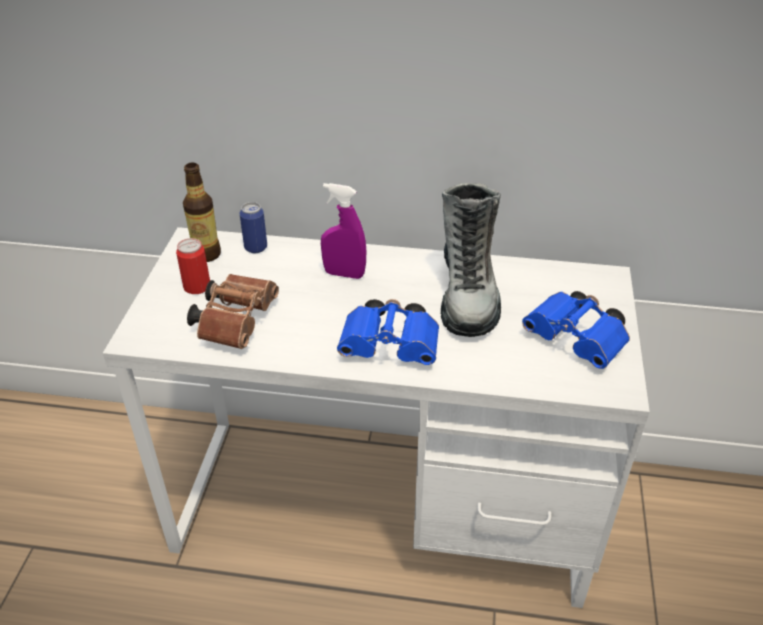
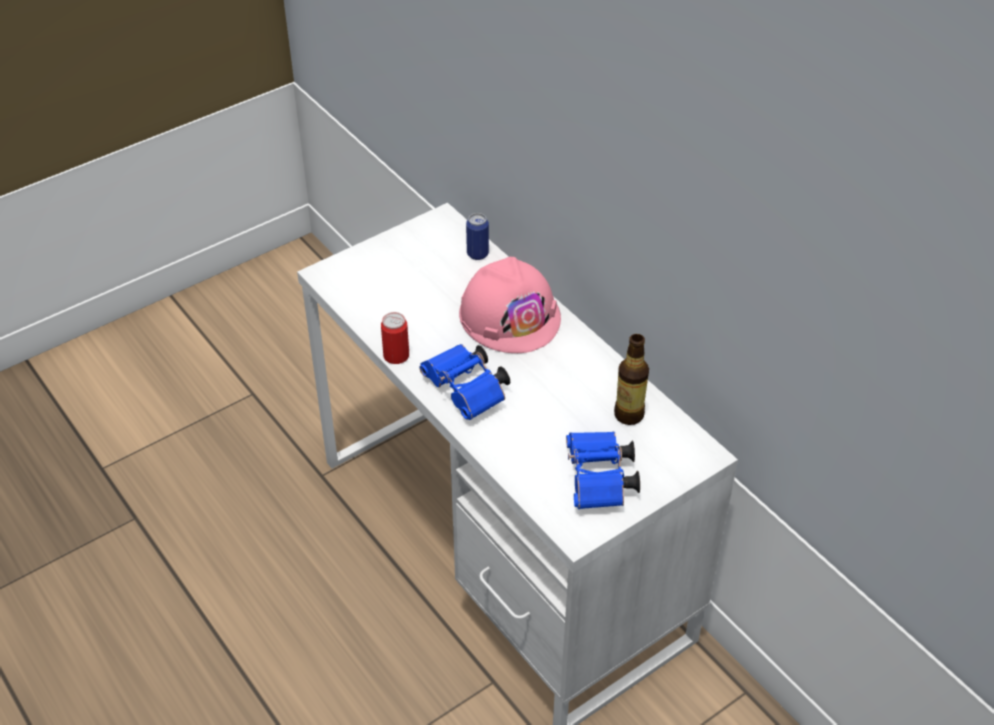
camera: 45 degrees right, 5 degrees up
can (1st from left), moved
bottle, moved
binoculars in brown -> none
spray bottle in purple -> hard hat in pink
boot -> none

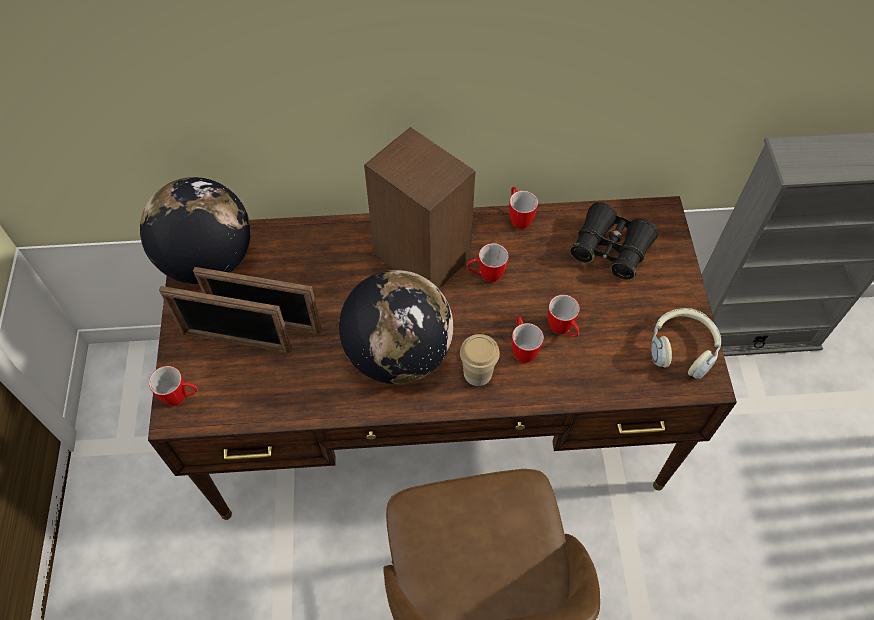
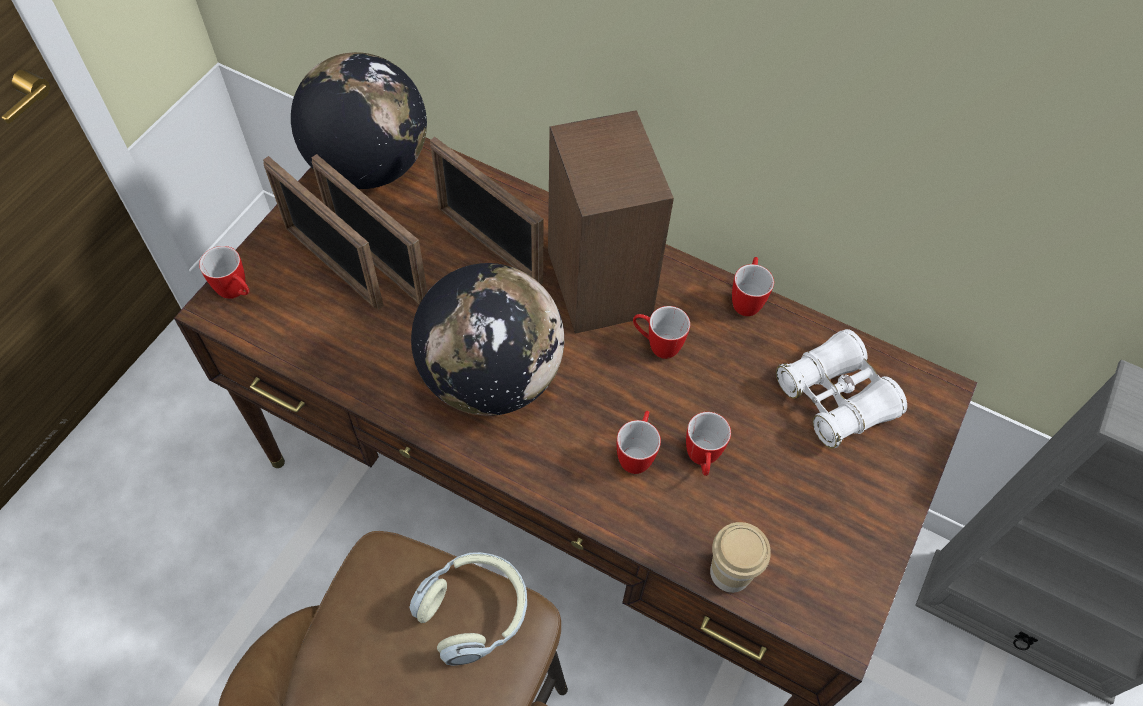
camera: 30 degrees right, 0 degrees up
cup, moved
binoculars in black -> binoculars in white
headphones, moved
none -> picture frame (3rd from left)

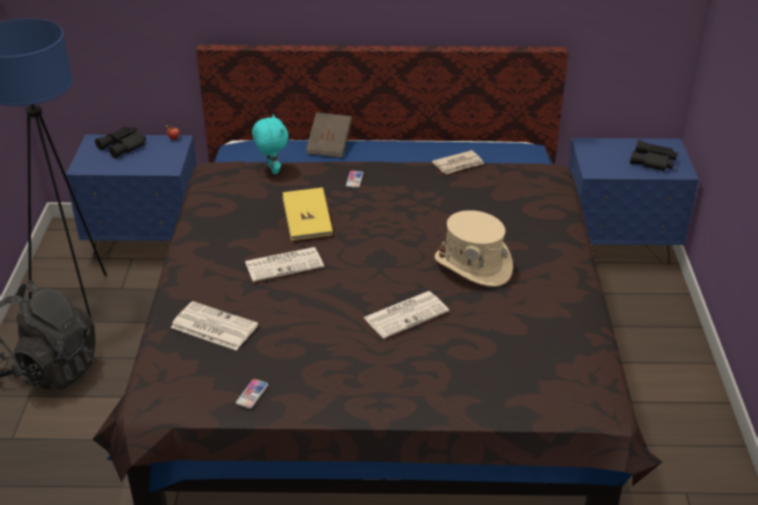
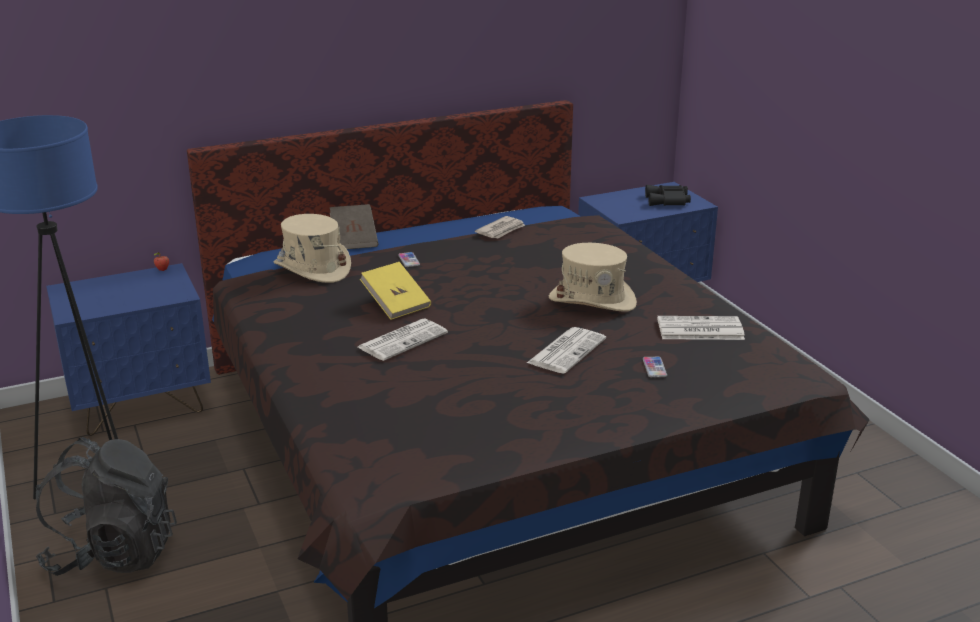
camera: 25 degrees left, 10 degrees down
binoculars in black (1st from left) -> none
newspaper (1st from left in the first image) -> newspaper (4th from left), moved
phone (1st from left in the first image) -> phone (2nd from left), moved
plush toy in turquoise -> hat in beige (1st from left)

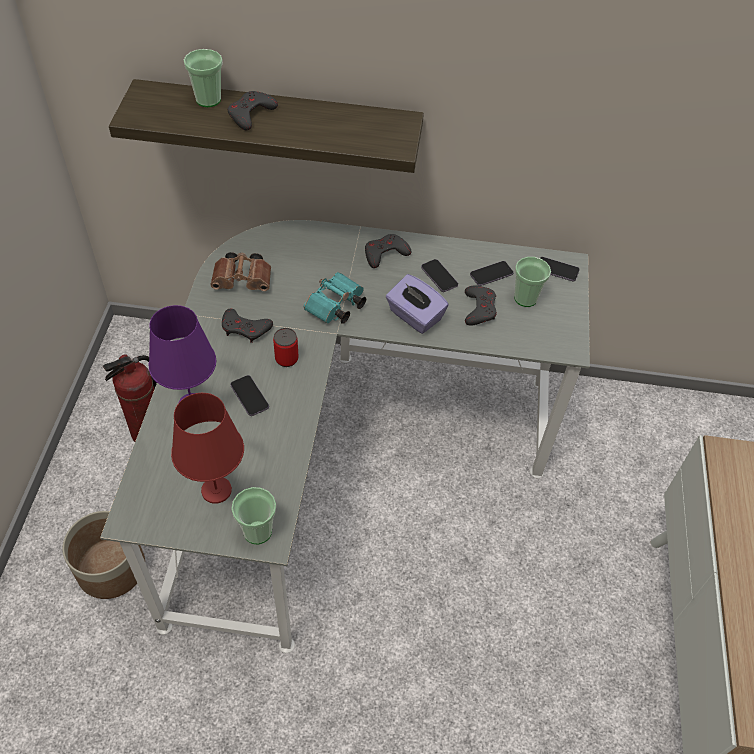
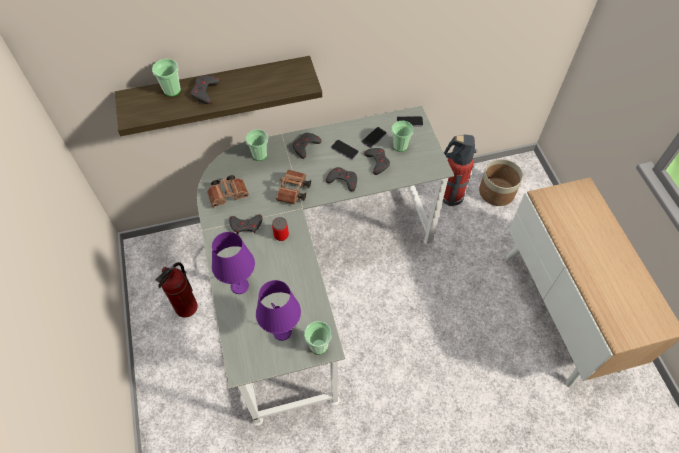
camera: 20 degrees left, 5 degrees up
planter, moved
table lamp in red -> table lamp in purple (2nd from left)
phone (1st from left) -> none
binoculars in turquoise -> binoculars in brown (2nd from left)
tissue box in purple -> game controller in grey (4th from left)
none -> cup (2nd from left)
none -> fire extinguisher (2nd from left)

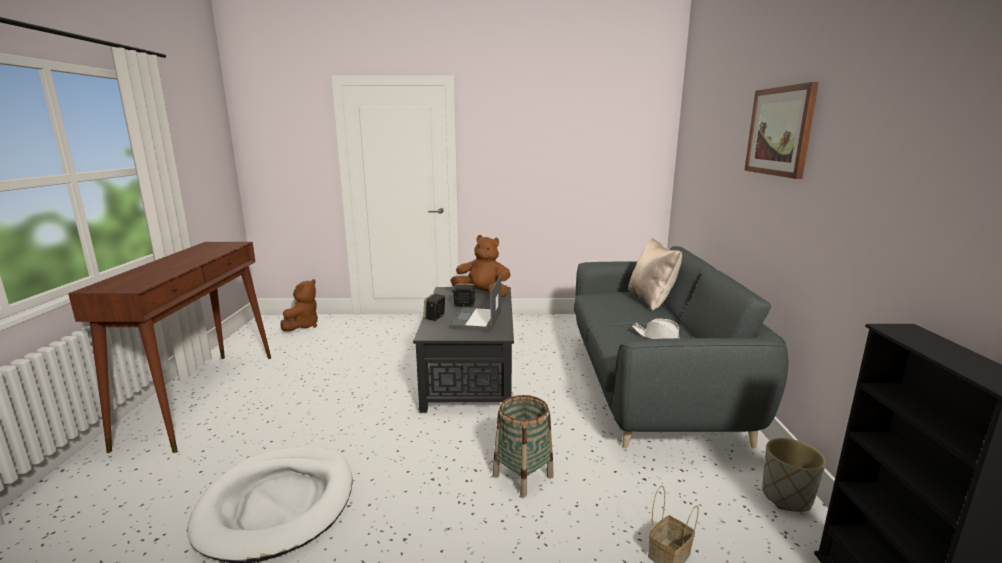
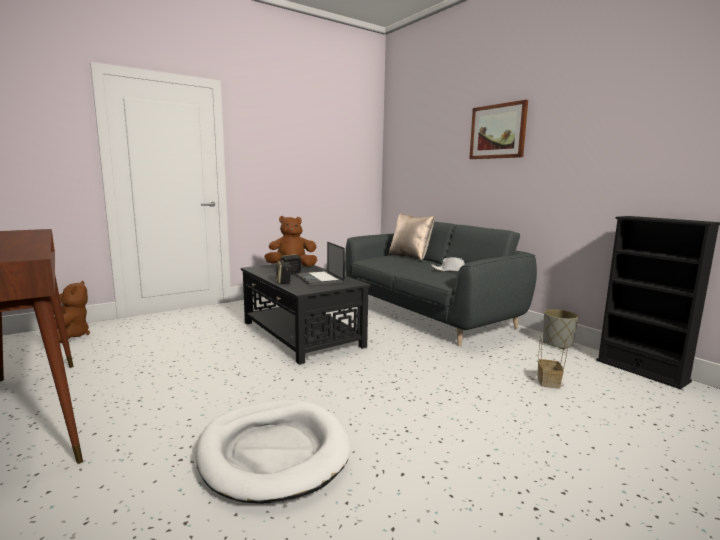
camera: 35 degrees left, 5 degrees down
basket (1st from left) -> none

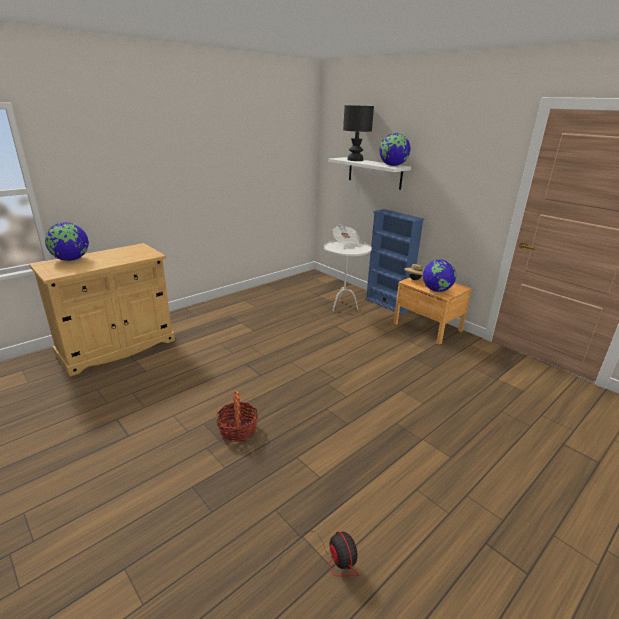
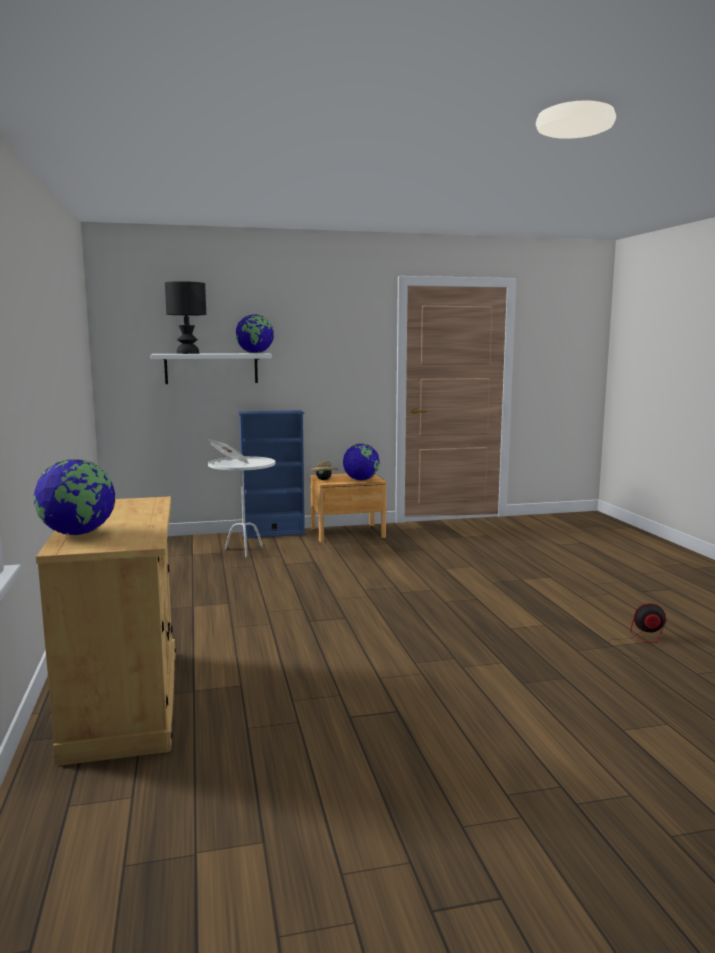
camera: 60 degrees left, 15 degrees down
basket -> none

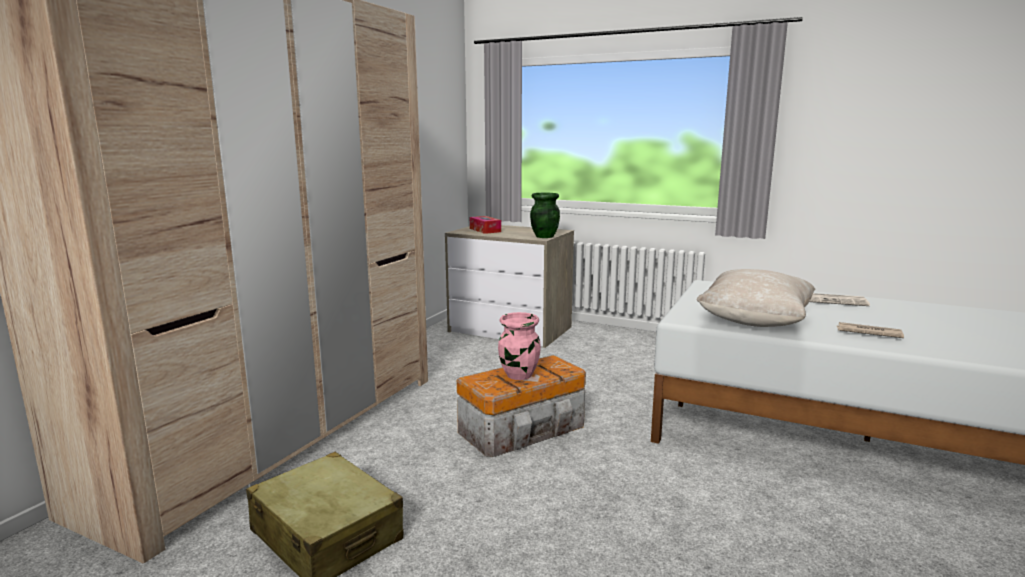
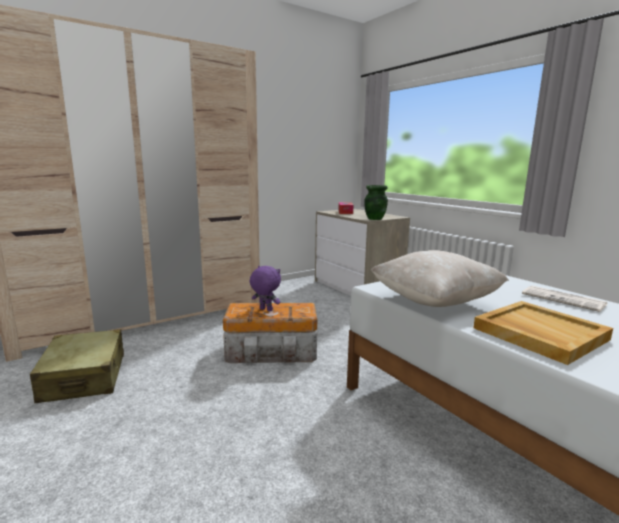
camera: 30 degrees right, 0 degrees up
vase in pink -> plush toy in purple
newspaper (2nd from left) -> tray in beige

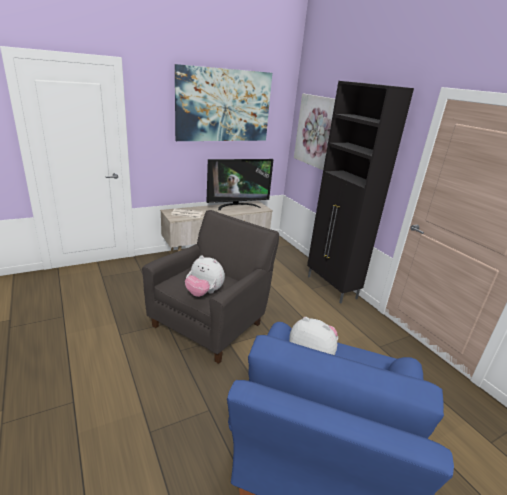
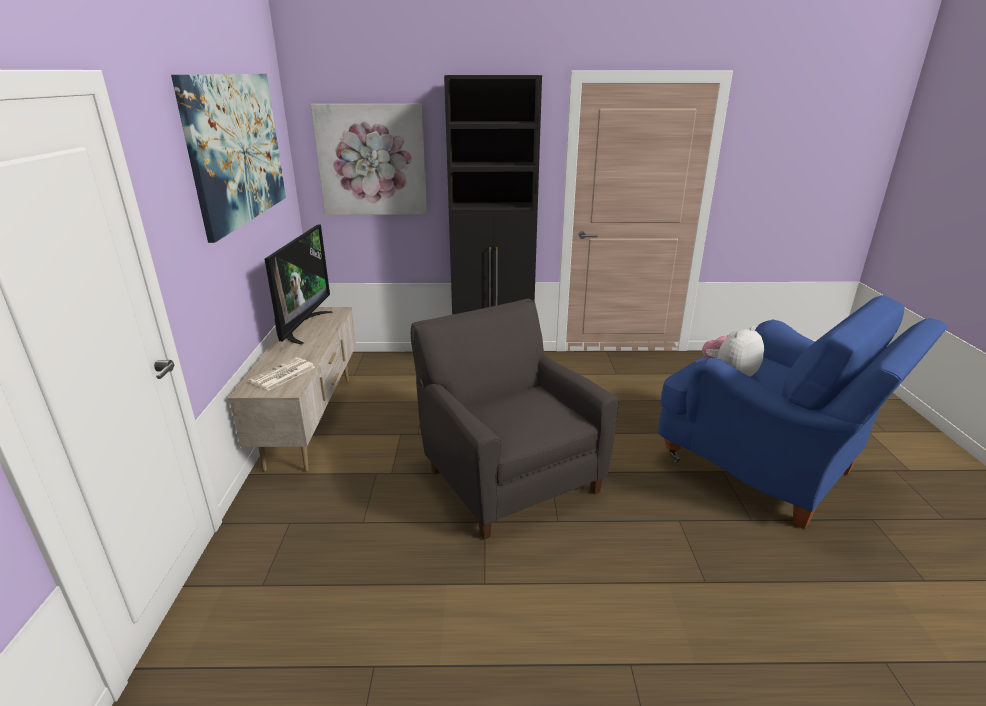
camera: 60 degrees left, 0 degrees up
plush toy (1st from left) -> none

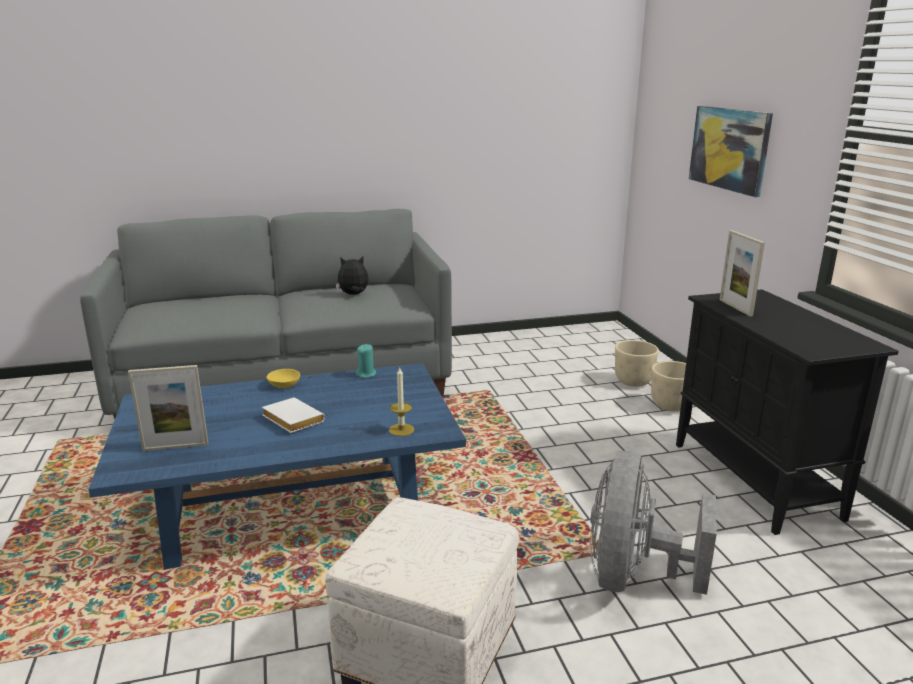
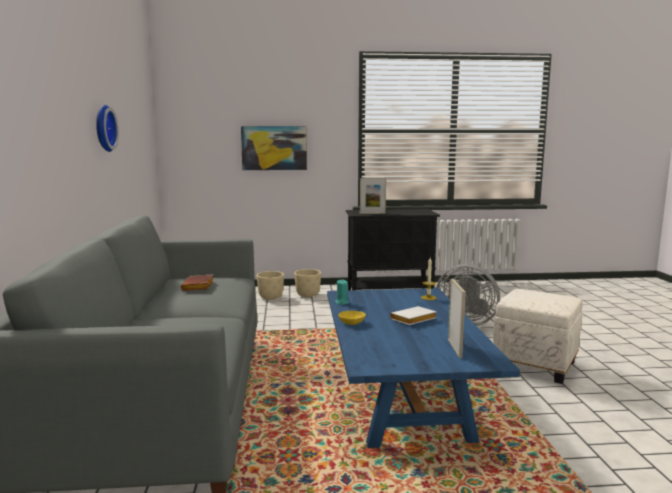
camera: 80 degrees left, 10 degrees down
plush toy -> book in brown
none -> wall clock

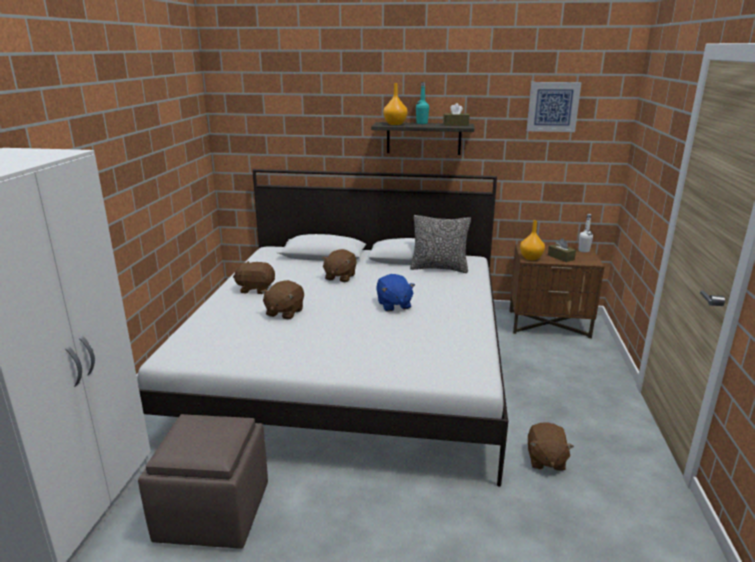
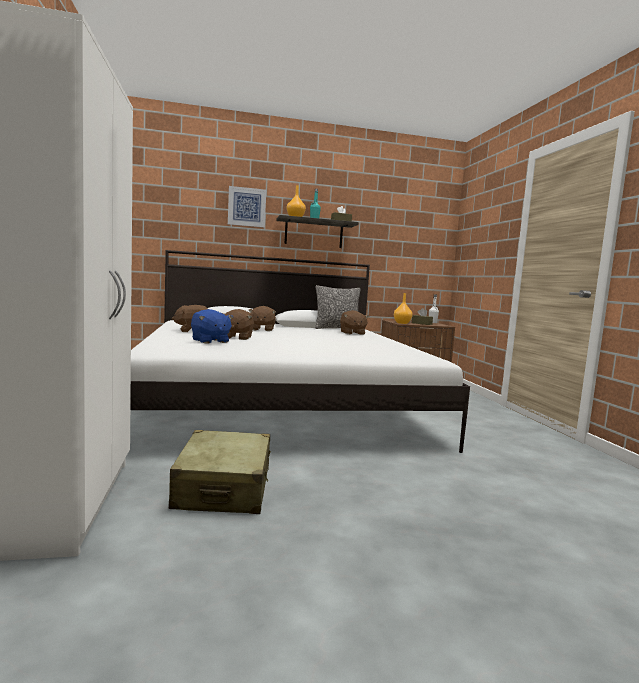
camera: 20 degrees left, 15 degrees down
ottoman in brown -> suitcase in beige
plush toy in blue, moved
picture, moved
plush toy in brown (4th from left), moved

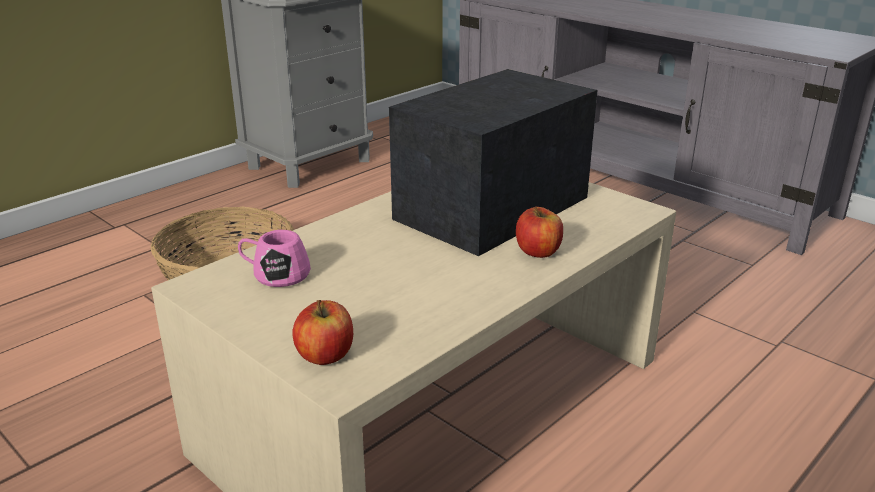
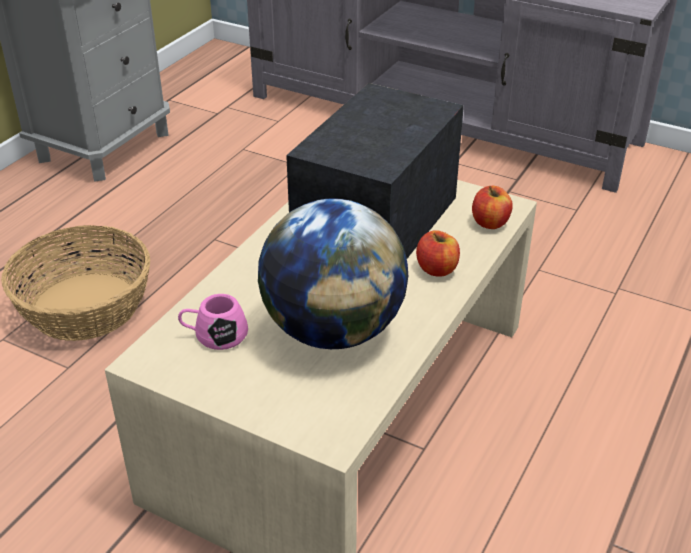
camera: 15 degrees left, 10 degrees up
apple (1st from left in the first image) -> apple (2nd from left), moved
none -> globe

